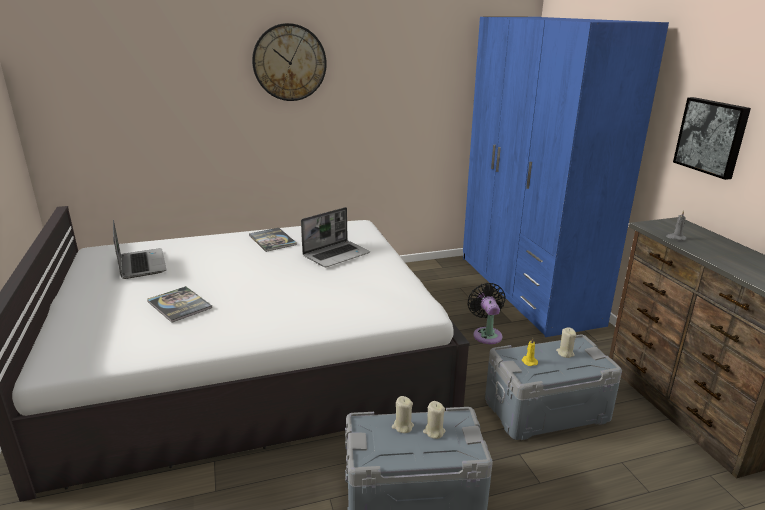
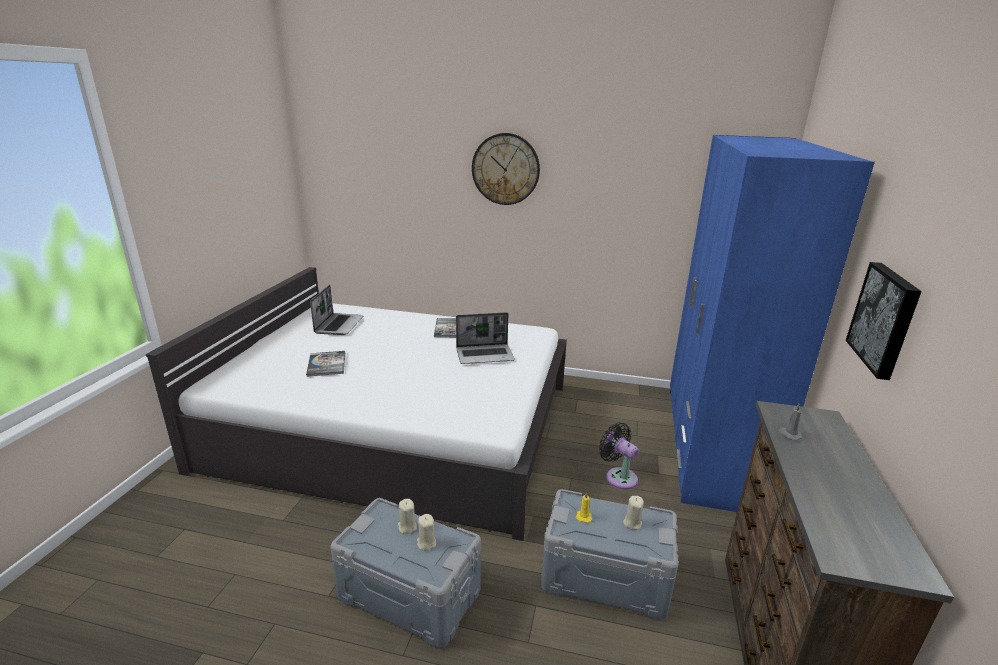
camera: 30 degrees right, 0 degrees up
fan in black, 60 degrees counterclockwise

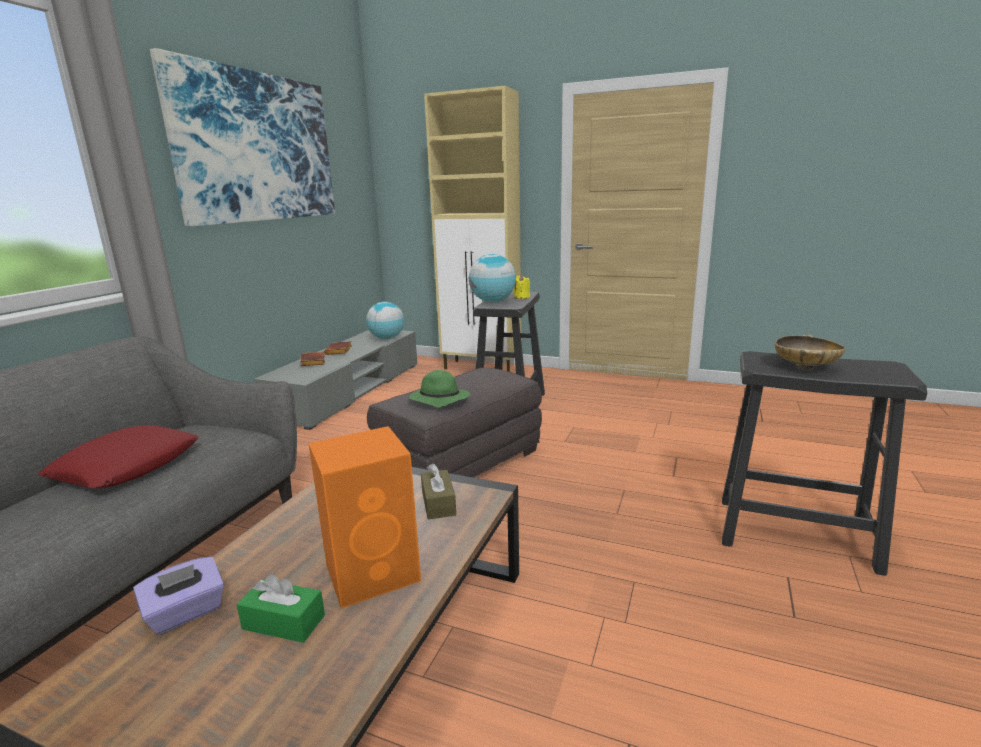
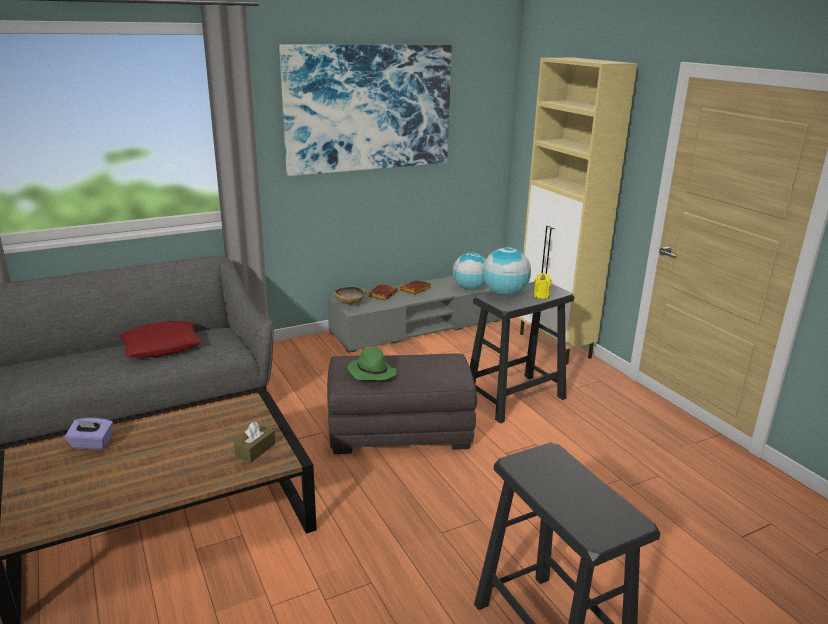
camera: 40 degrees right, 5 degrees up
tissue box in green -> none
speaker in orange -> none
bowl in beige, moved

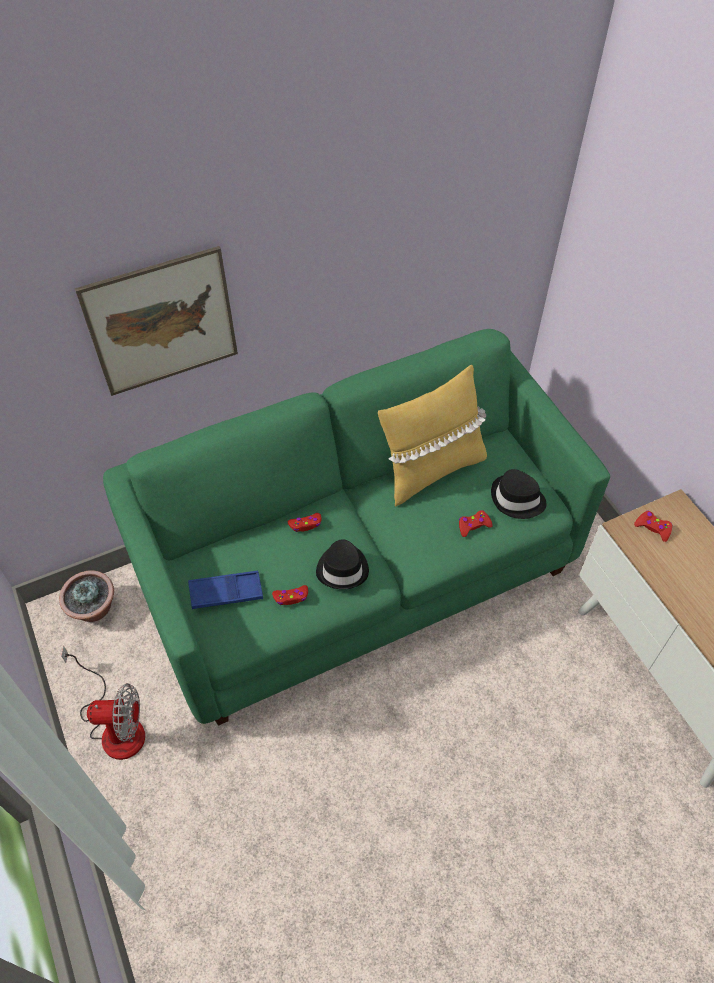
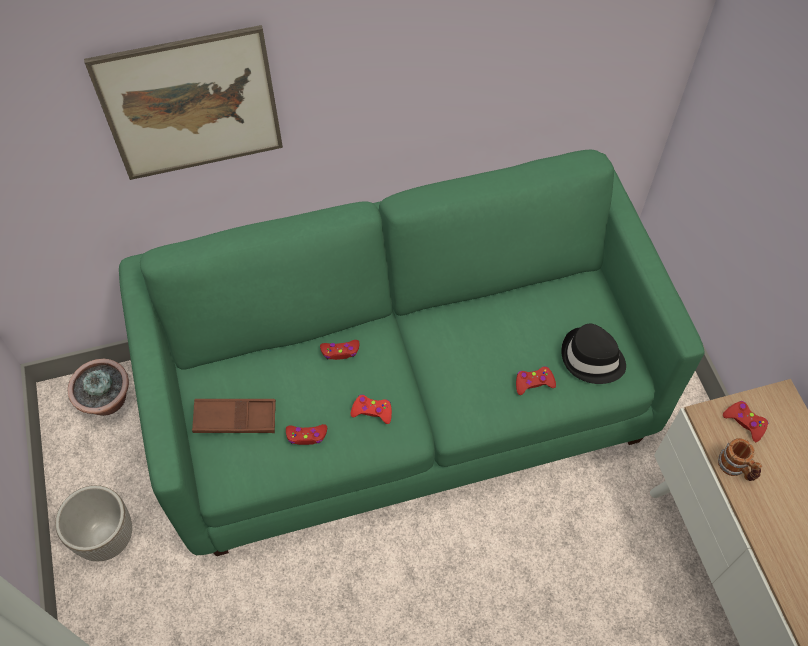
camera: 10 degrees right, 5 degrees up
fan -> planter
tray in blue -> tray in brown
hat in black (1st from left) -> game controller in red (3rd from left)
pillow in yellow -> none
none -> mug

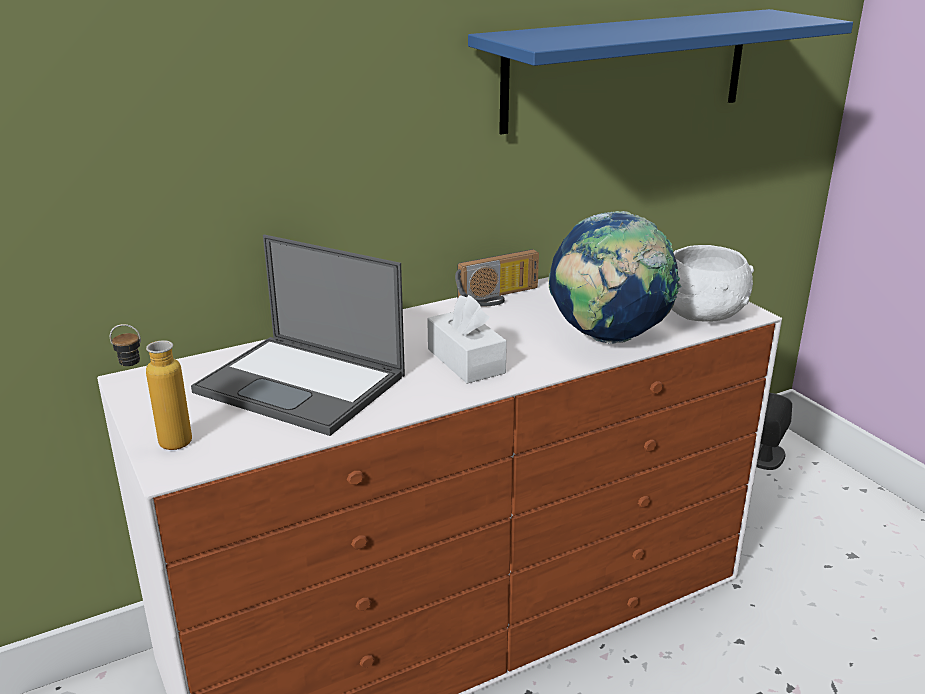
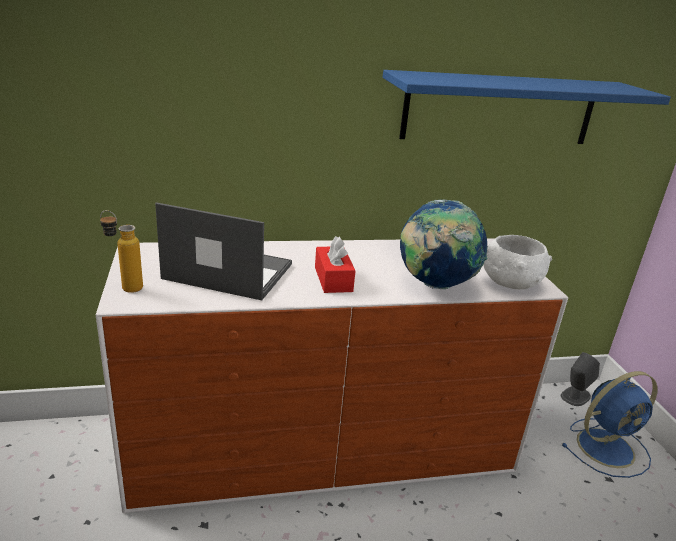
camera: 15 degrees right, 0 degrees up
laptop, 150 degrees clockwise
tissue box in white -> tissue box in red
radio -> none
none -> fan in blue

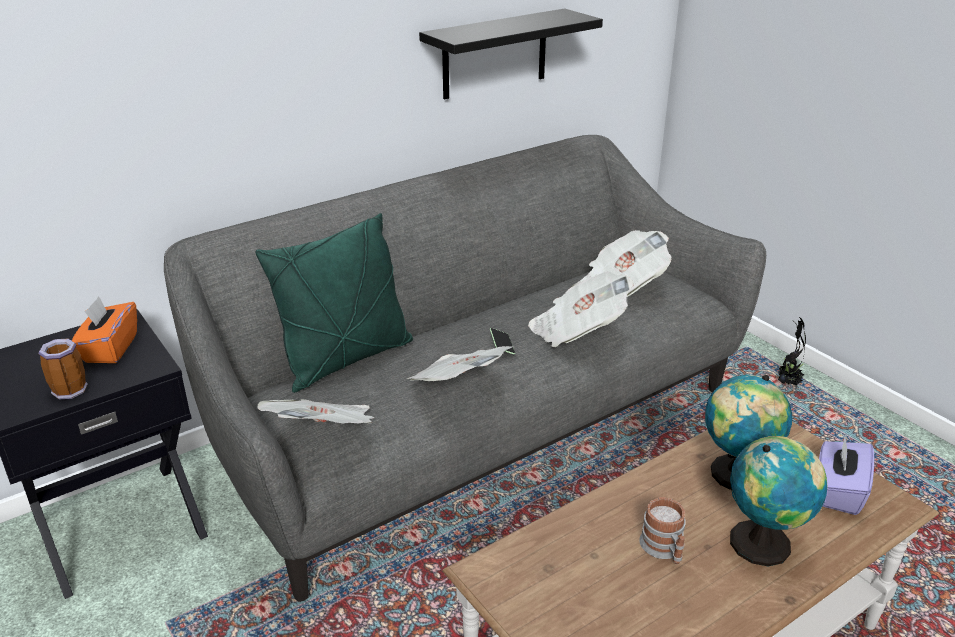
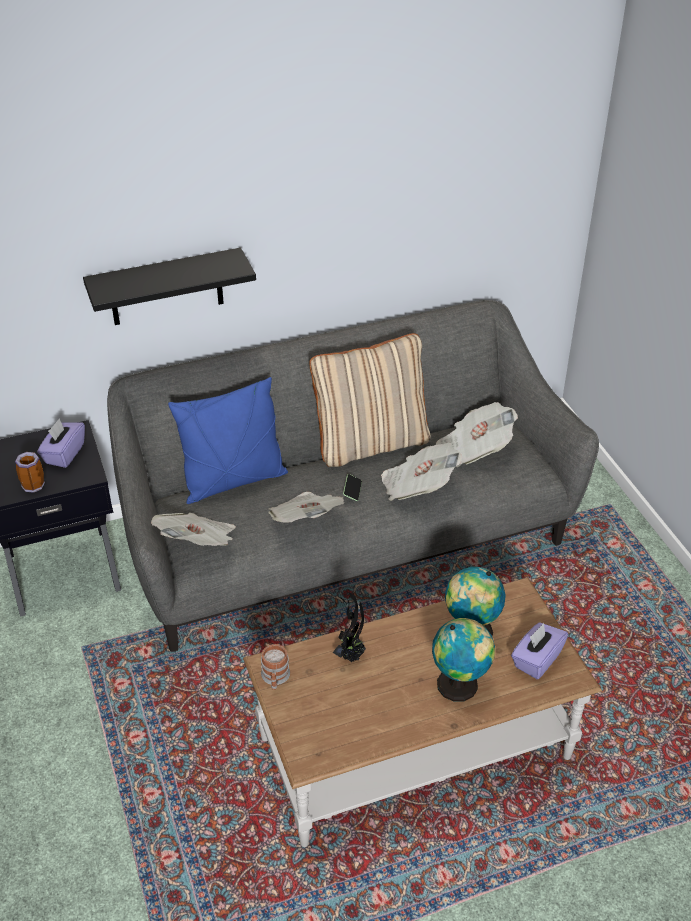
camera: 15 degrees right, 10 degrees up
tissue box in orange -> tissue box in purple (1st from left)
pillow in green -> pillow in blue
shelf in black, moved
mug (2nd from left), moved
potted plant, moved
none -> pillow in beige

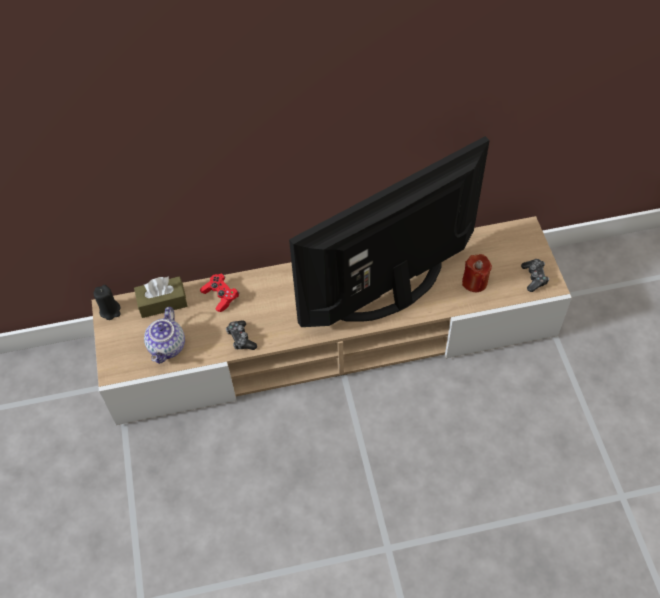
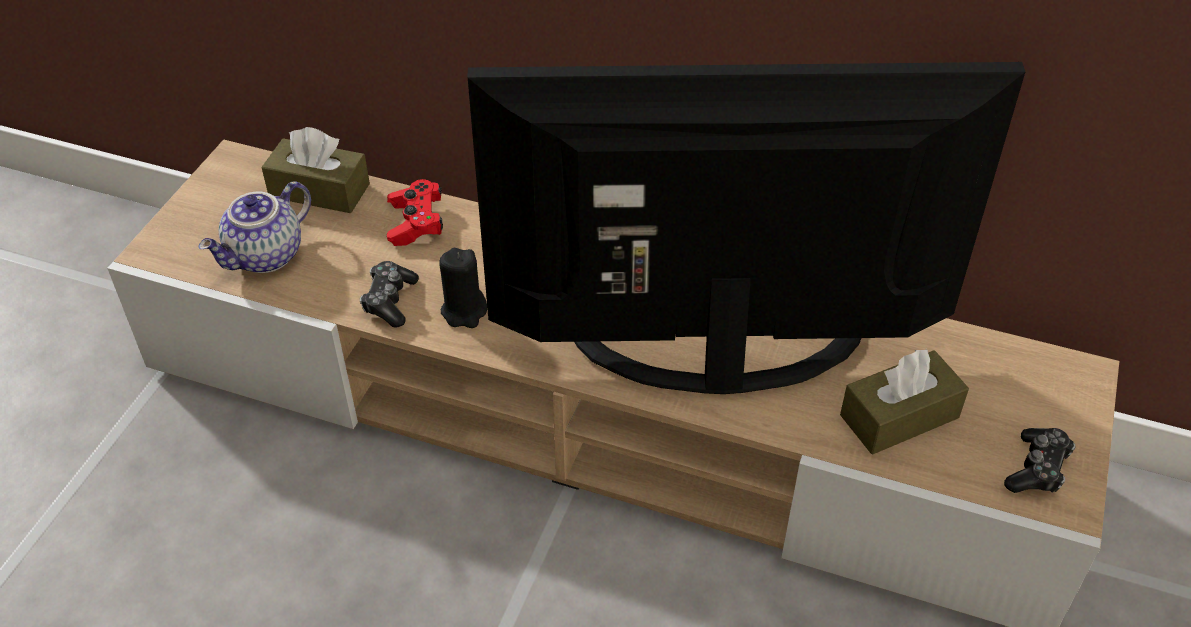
camera: 30 degrees right, 10 degrees down
candle in black, moved
candle in red -> tissue box in brown (2nd from left)

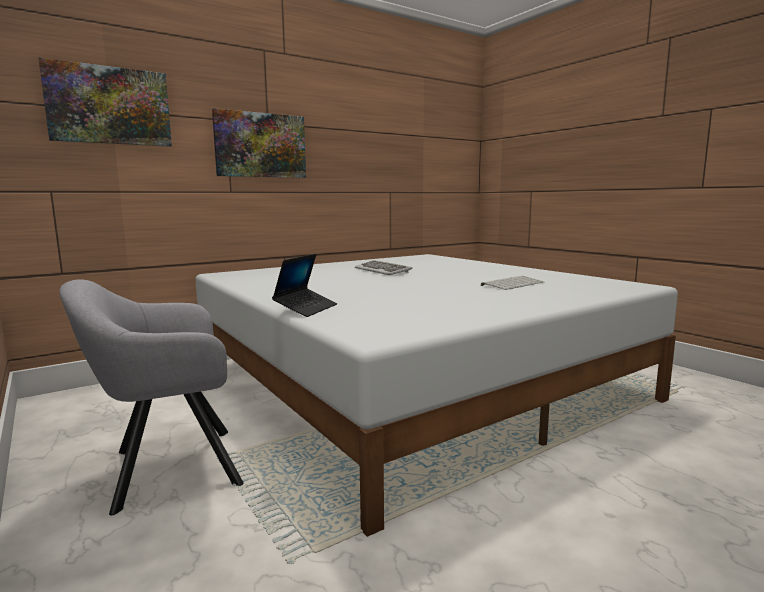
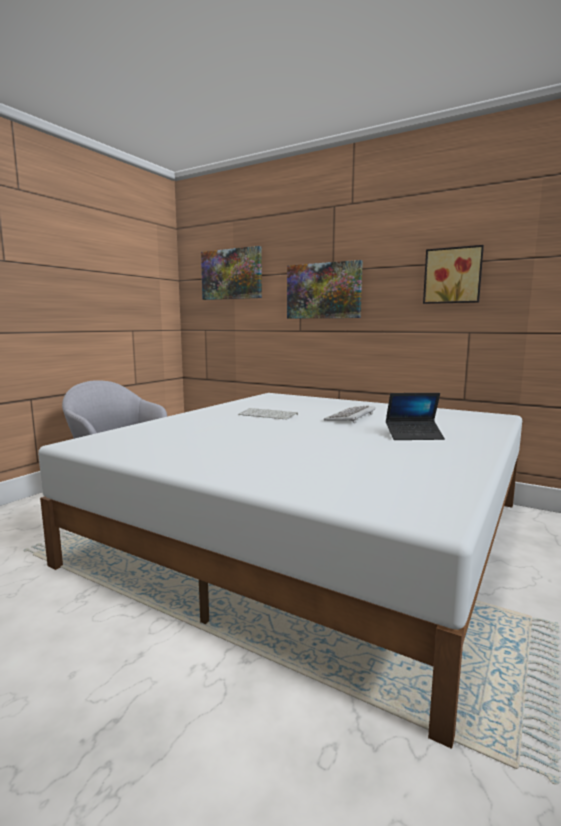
camera: 65 degrees right, 0 degrees up
laptop, moved
keyboard (2nd from left in the first image) -> keyboard (1st from left), moved
none -> picture (3rd from left)

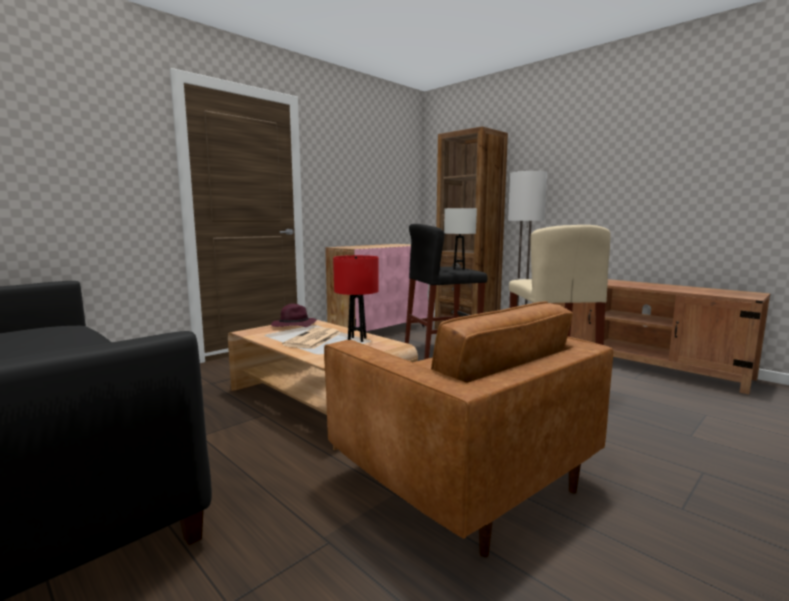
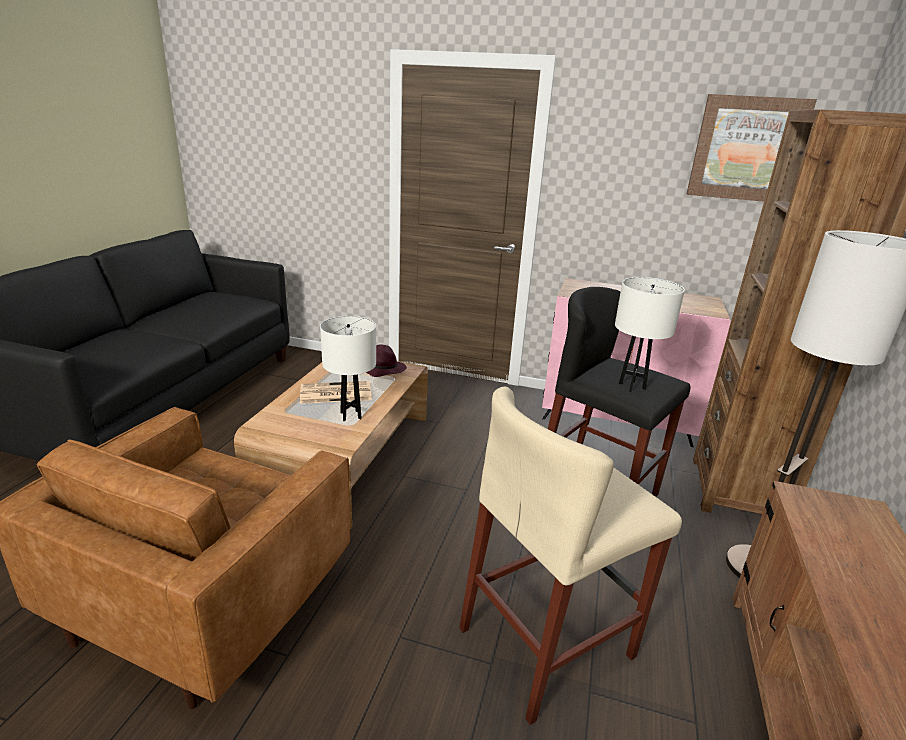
camera: 60 degrees right, 15 degrees up
table lamp in red -> table lamp in white (1st from left)
none -> picture

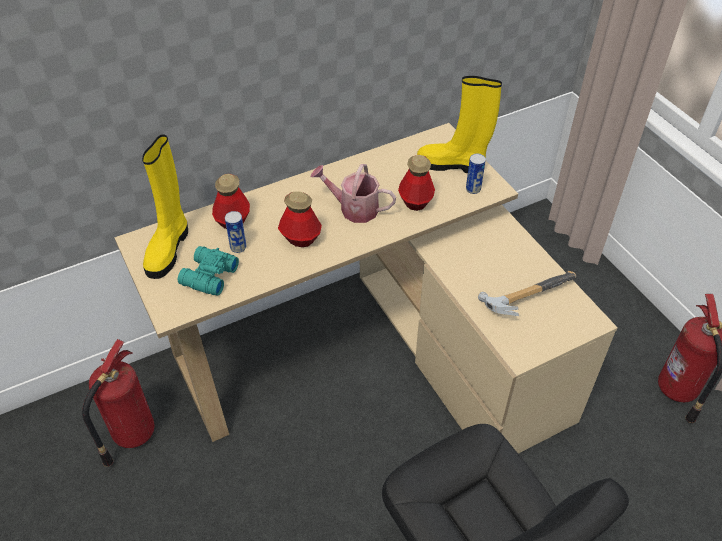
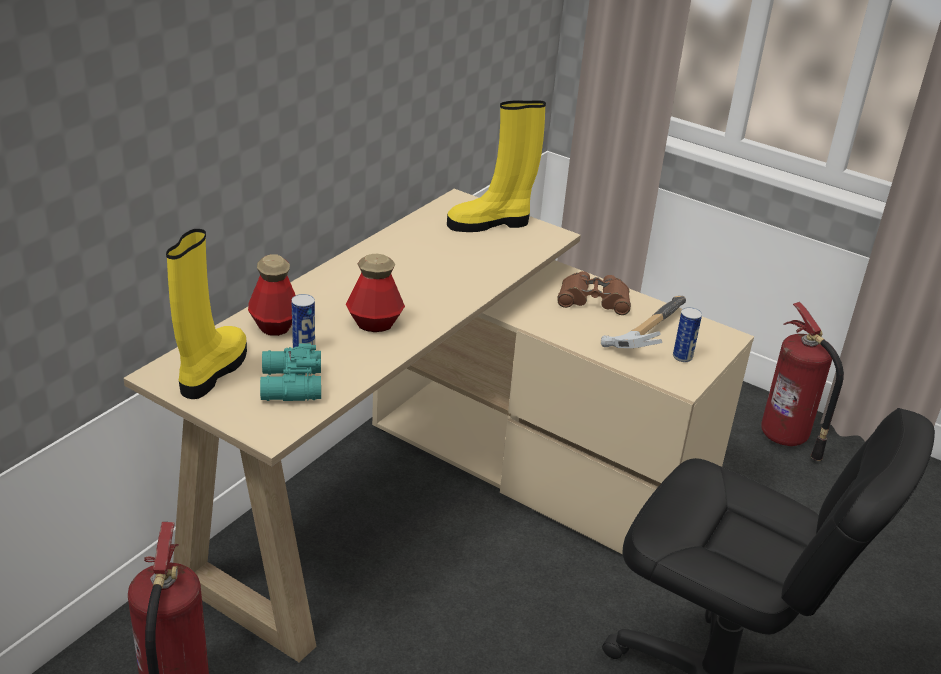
camera: 30 degrees left, 15 degrees down
boot in yellow (1st from left), 150 degrees counterclockwise
watering can -> none
bottle (3rd from left) -> none
can (2nd from left), moved
none -> binoculars in brown

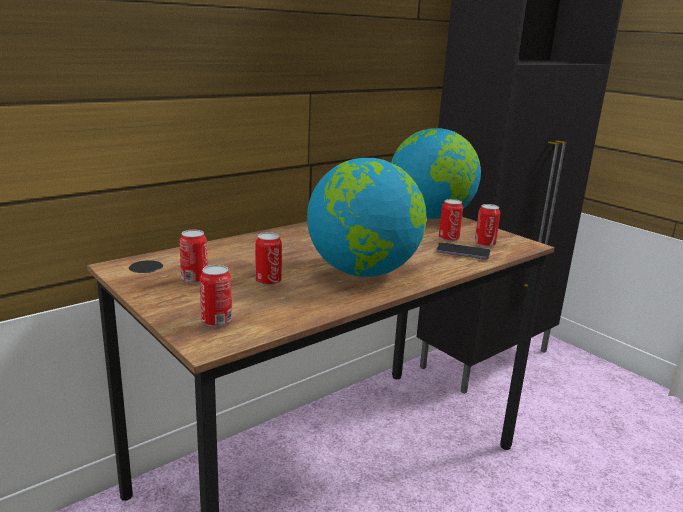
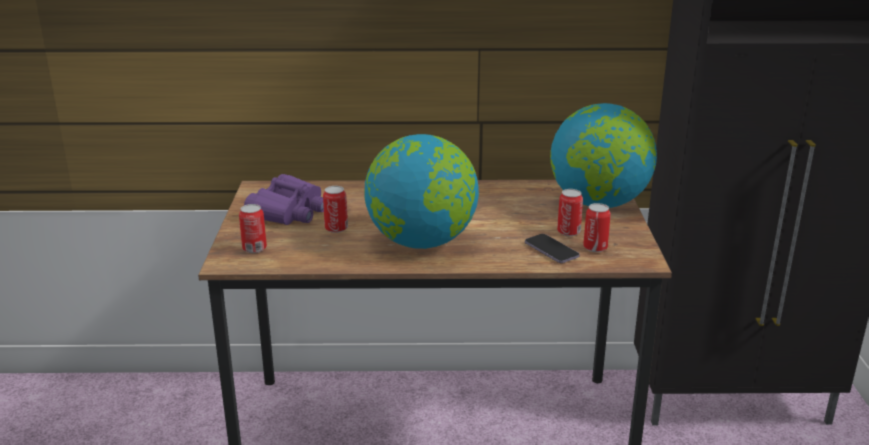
camera: 40 degrees right, 5 degrees up
can (1st from left) -> binoculars in purple

